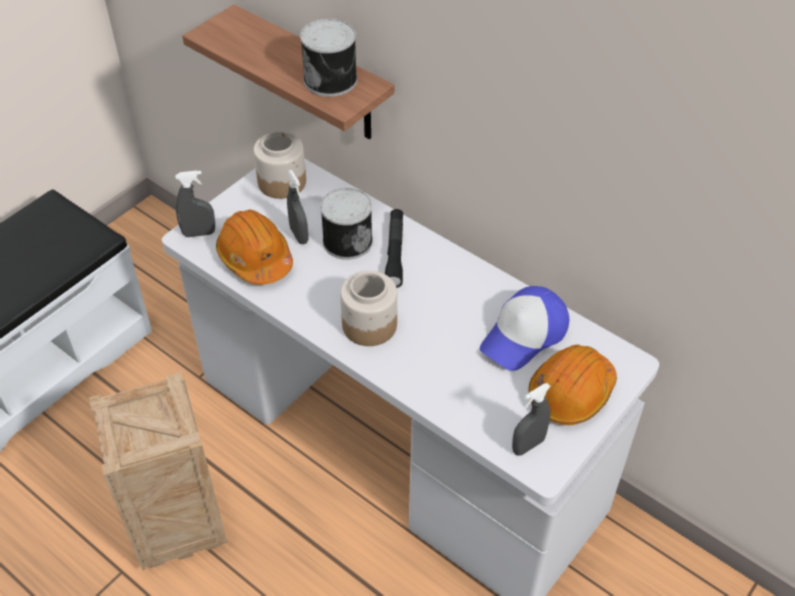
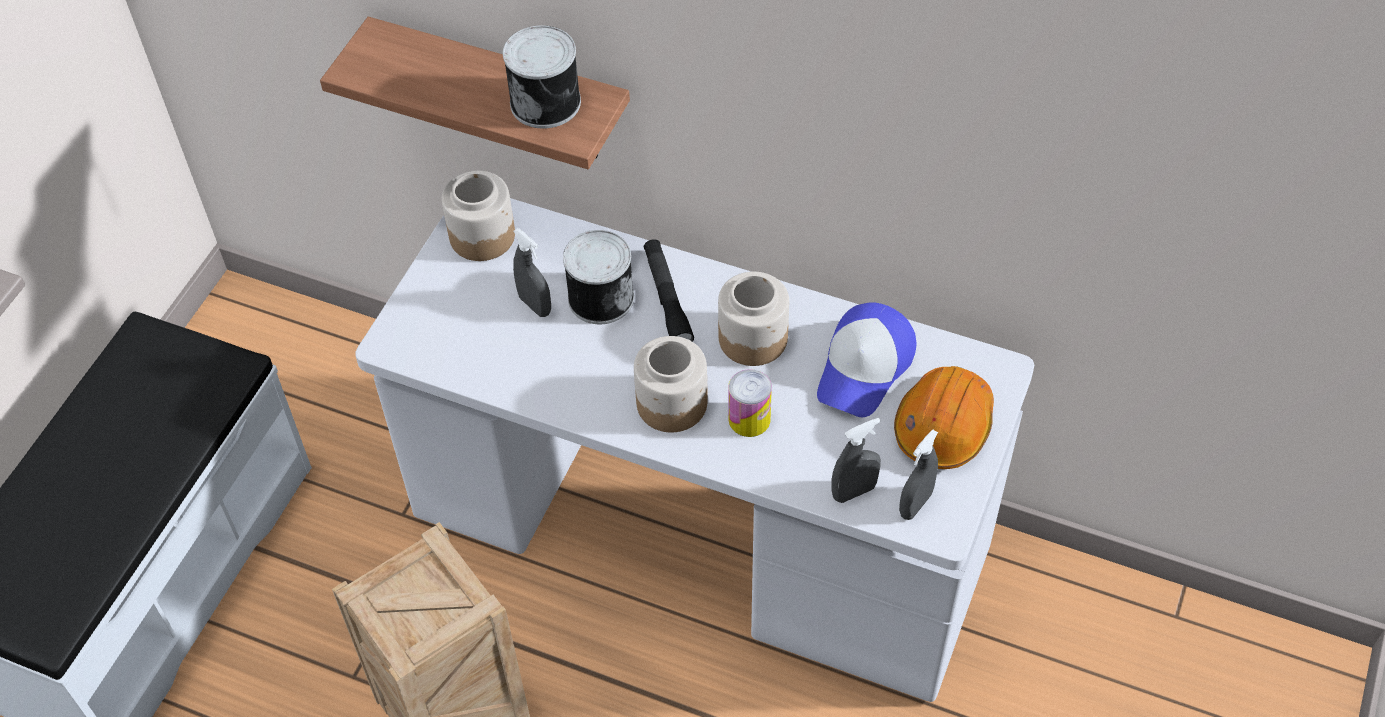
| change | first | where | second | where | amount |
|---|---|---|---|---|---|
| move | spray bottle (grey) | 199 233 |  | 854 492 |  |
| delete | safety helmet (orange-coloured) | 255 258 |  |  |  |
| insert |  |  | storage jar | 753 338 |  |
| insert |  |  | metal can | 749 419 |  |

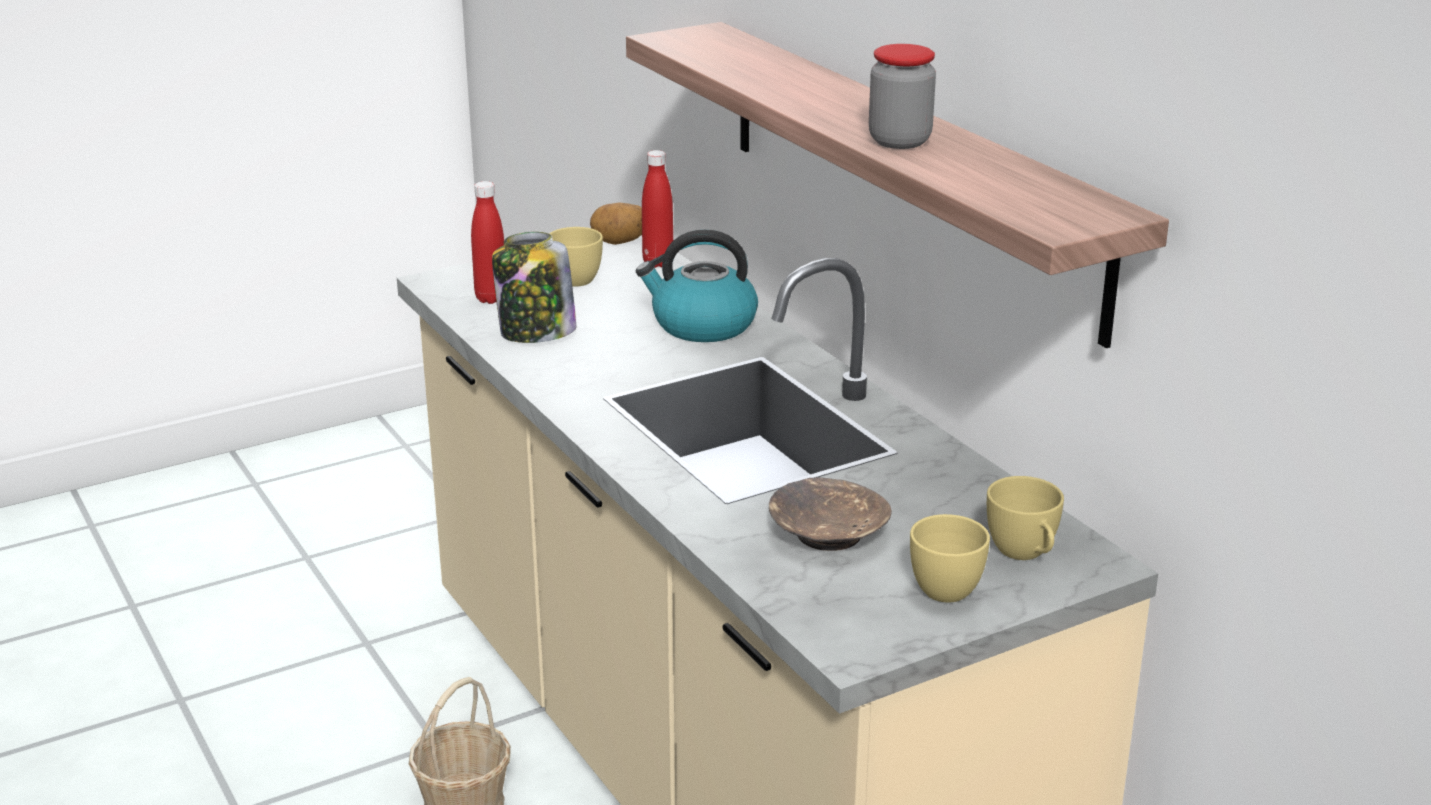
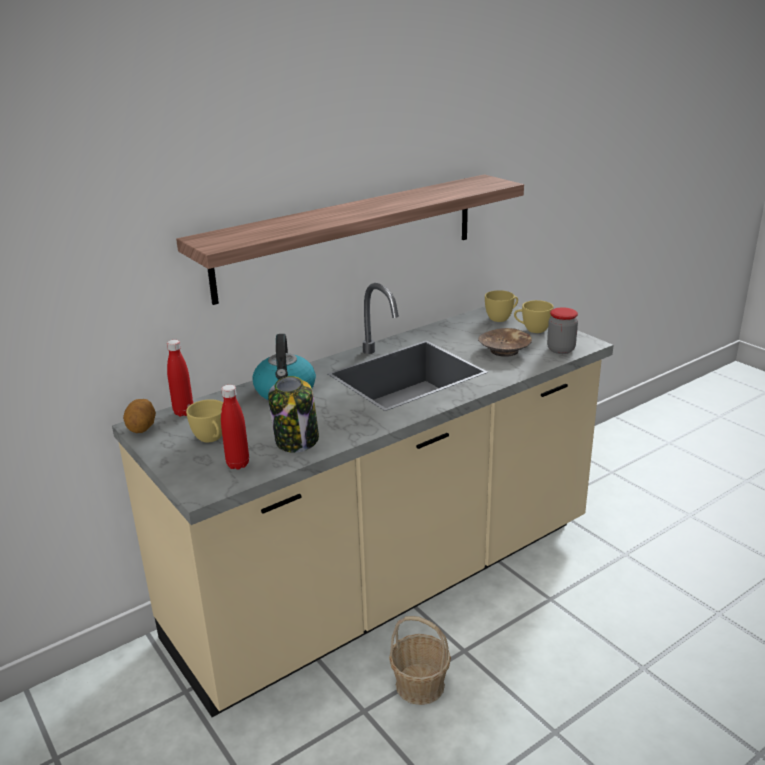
| change | first | where | second | where | amount |
|---|---|---|---|---|---|
| move | storage jar | 899 141 |  | 560 349 |  |

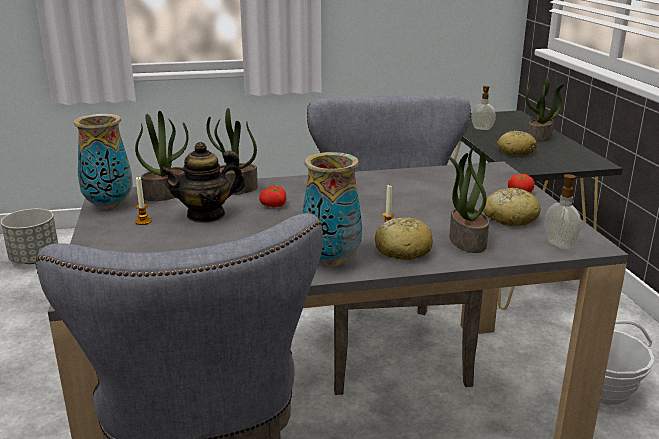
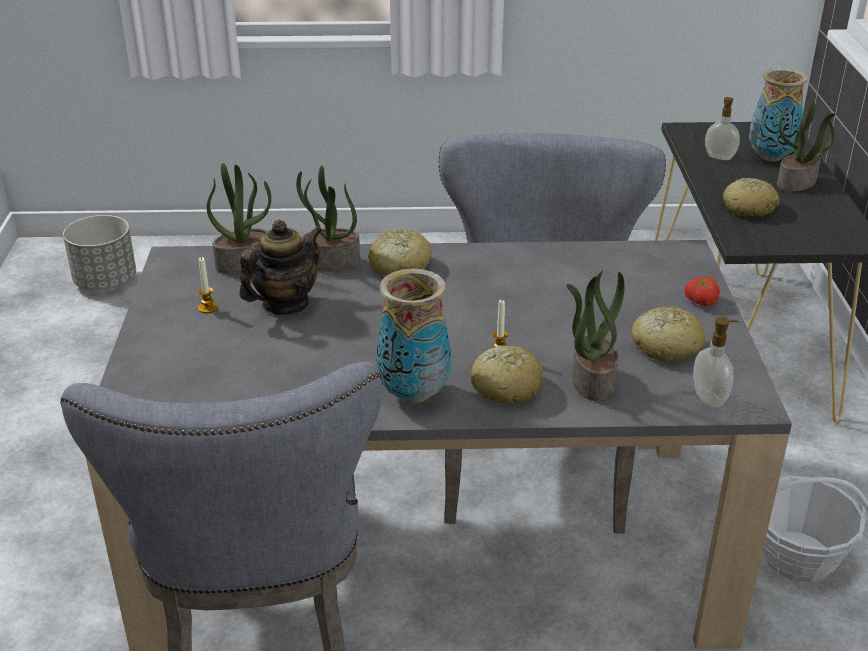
| change | first | where | second | where | amount |
|---|---|---|---|---|---|
| move | flower vase | 108 206 |  | 770 157 |  |
| rotate | tea pot | 206 215 |  | 285 304 | 150 degrees clockwise |
| delete | fresh tomato | 274 205 |  |  |  |
| insert |  |  | bakery bread | 400 265 |  |

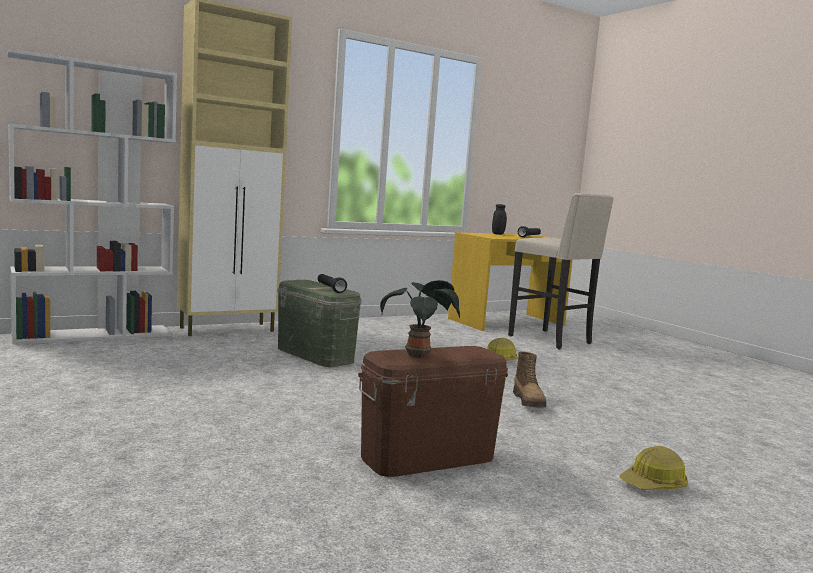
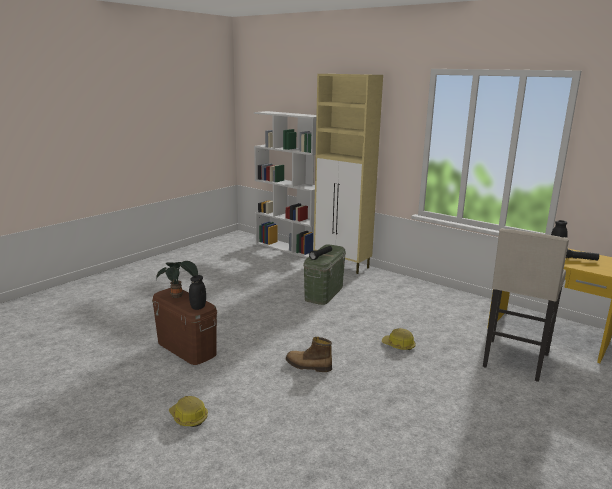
| change | first | where | second | where | amount |
|---|---|---|---|---|---|
| rotate | high-top boot | 529 401 |  | 308 366 | 45 degrees clockwise |
| insert |  |  | storage jar (blackish) | 198 307 |  |

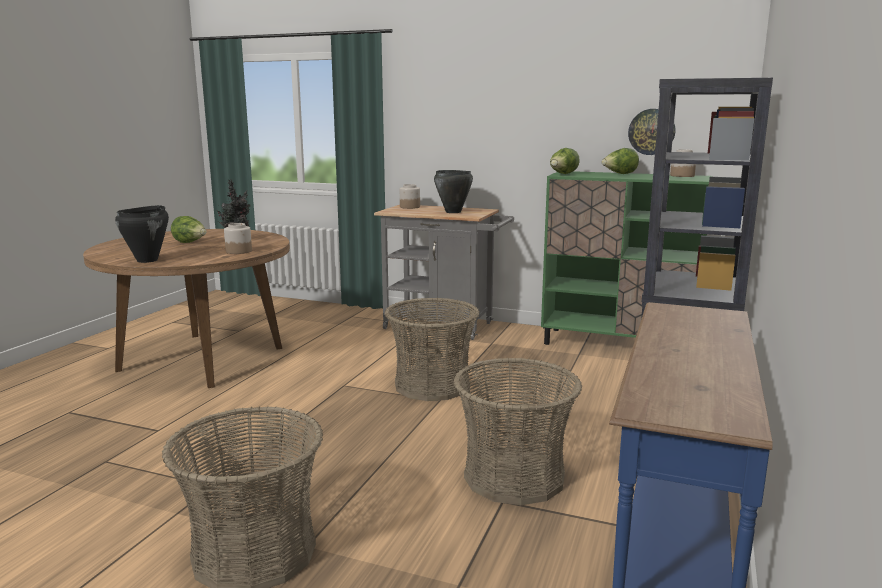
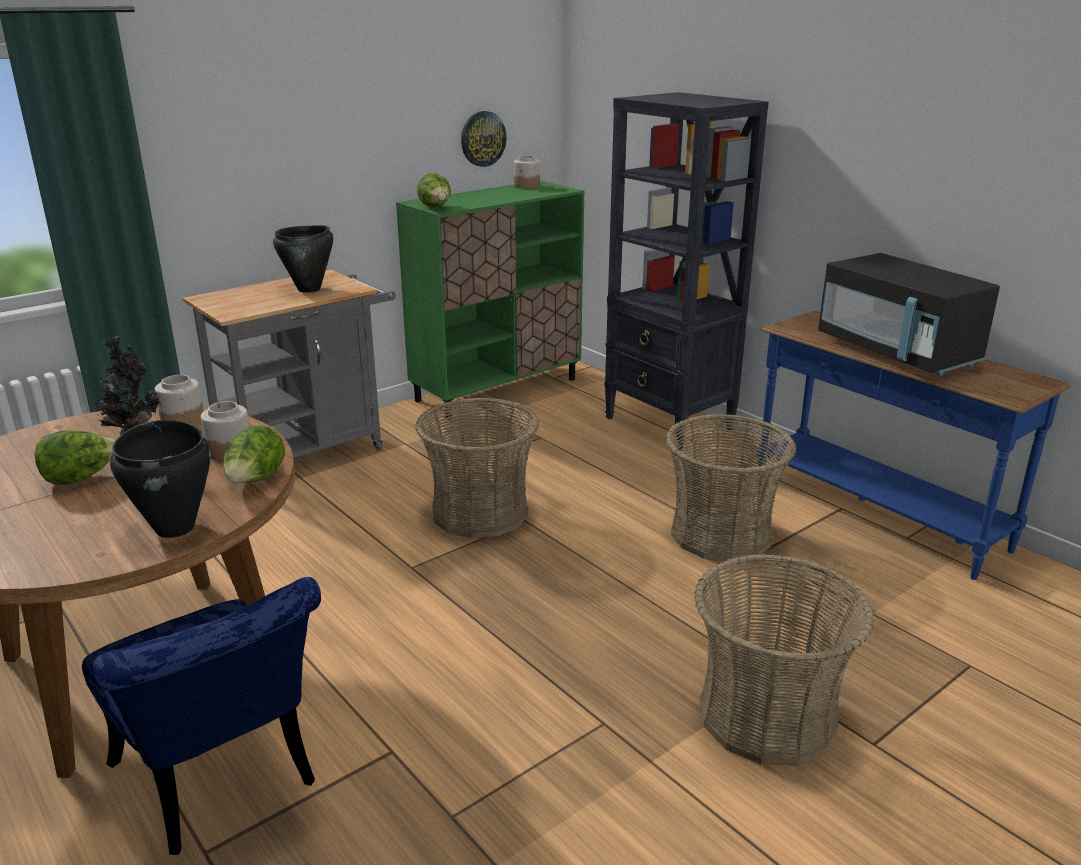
| change | first | where | second | where | amount |
|---|---|---|---|---|---|
| move | storage jar | 409 207 |  | 183 421 |  |
| move | lettuce head | 619 174 |  | 256 481 |  |
| insert |  |  | plain chair (blue-coloured) | 222 784 |  |
| insert |  |  | kitchen microwave (blackish) | 896 352 |  |

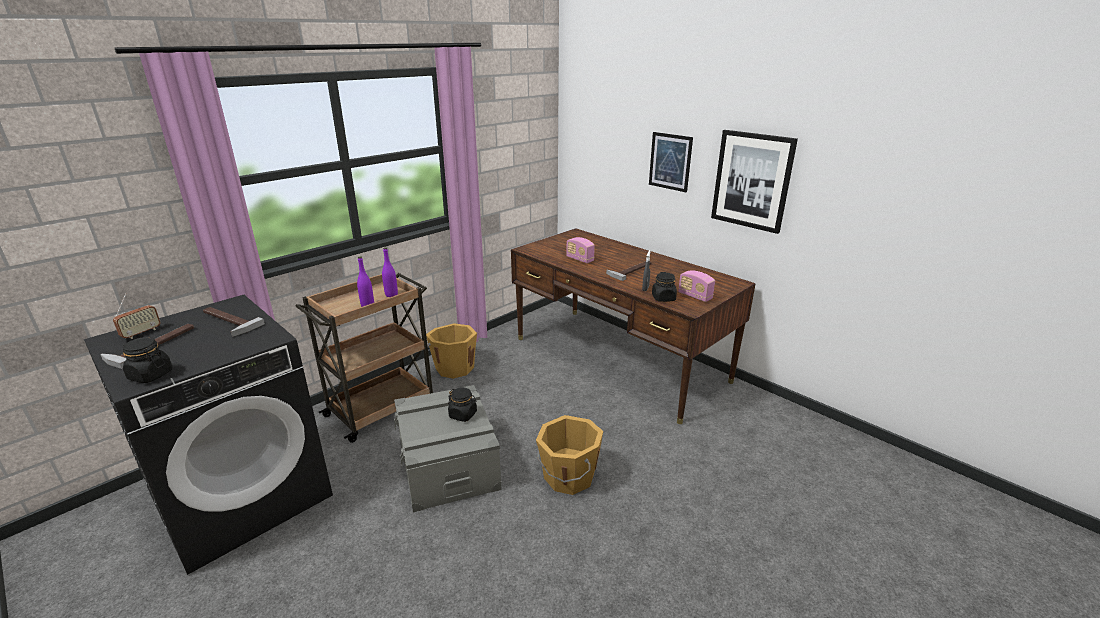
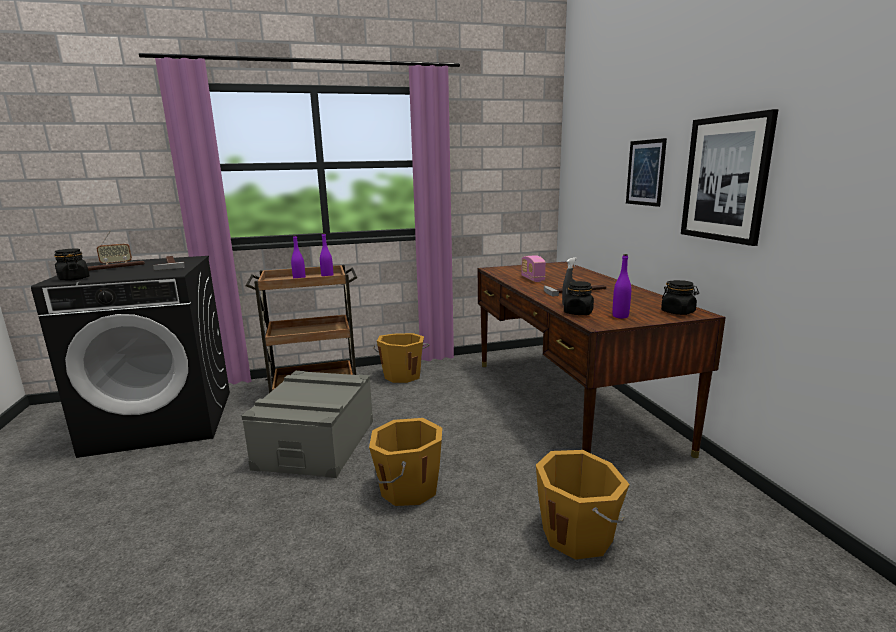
| change | first | where | second | where | amount |
|---|---|---|---|---|---|
| move | storage jar (blackish) | 463 415 |  | 678 312 |  |
| replace | radio set | 695 296 | bottle (purplish) | 620 316 |  |
| insert |  |  | water bucket (orange-coloured) | 578 534 |  |

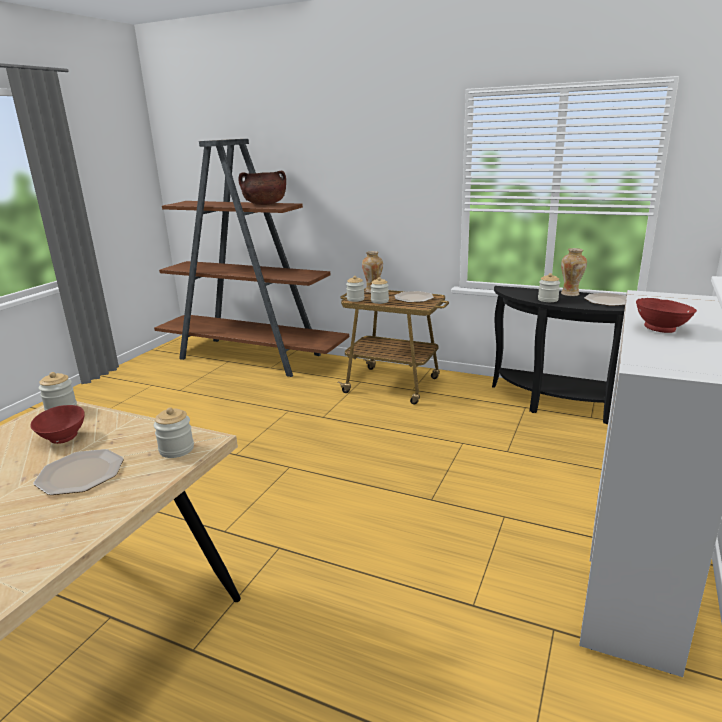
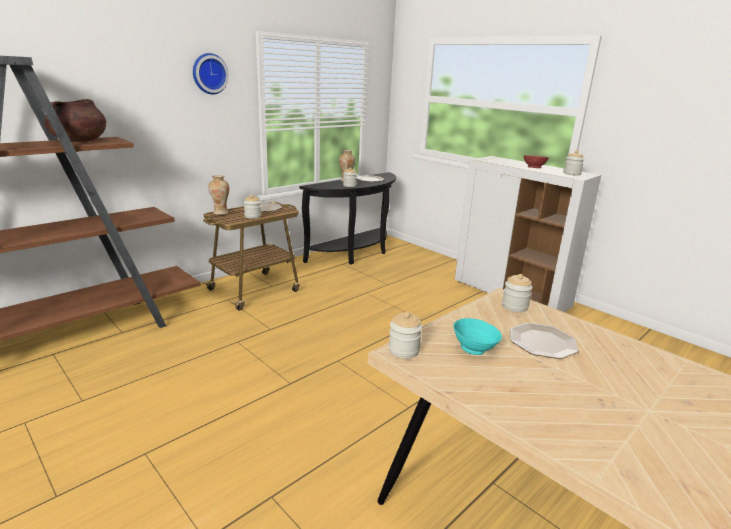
| change | first | where | second | where | amount |
|---|---|---|---|---|---|
| recolor | bowl (red) | 62 438 | bowl (blue-green) | 474 349 |  |
| move | storage jar | 355 299 |  | 571 174 |  |
| insert |  |  | hanging clock | 209 73 |  |

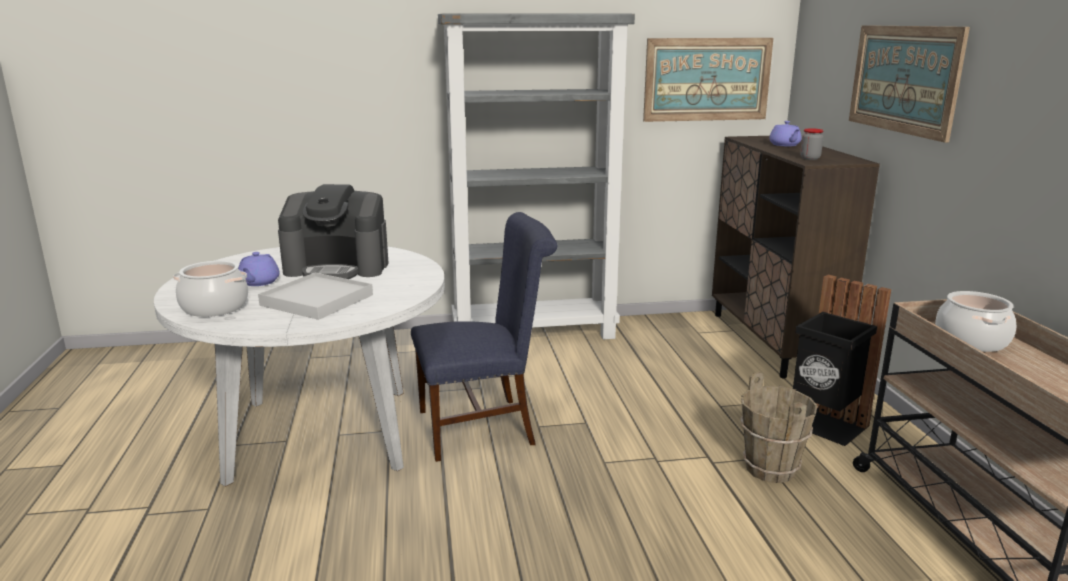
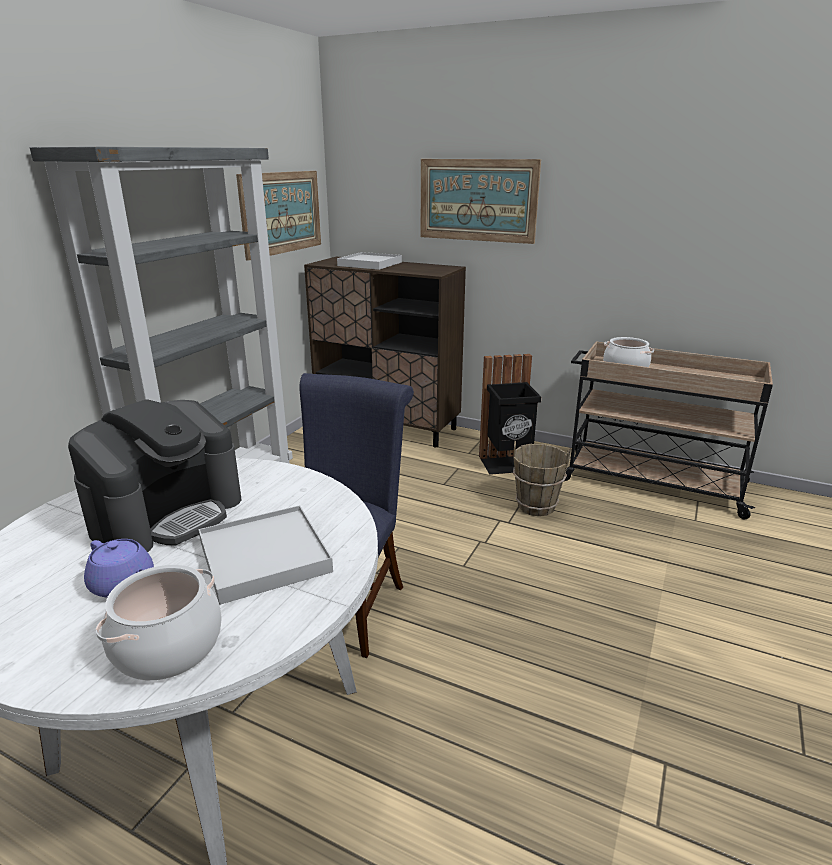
| change | first | where | second | where | amount |
|---|---|---|---|---|---|
| replace | tea pot (purplish) | 785 145 | serving tray (white-coloured) | 370 264 |  |
| delete | storage jar | 810 158 |  |  |  |

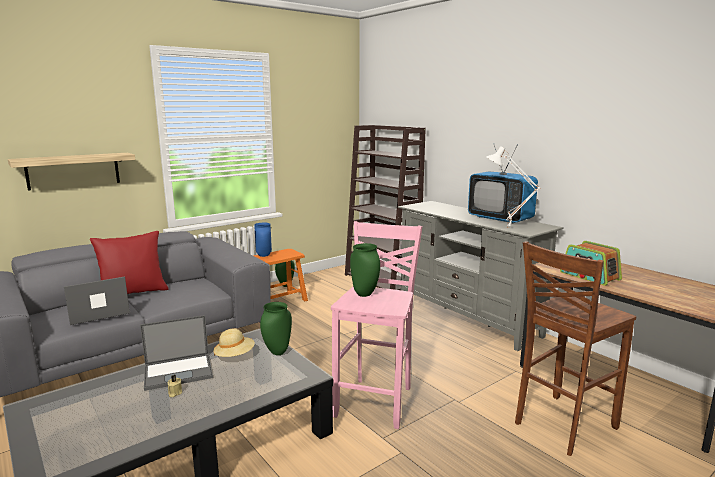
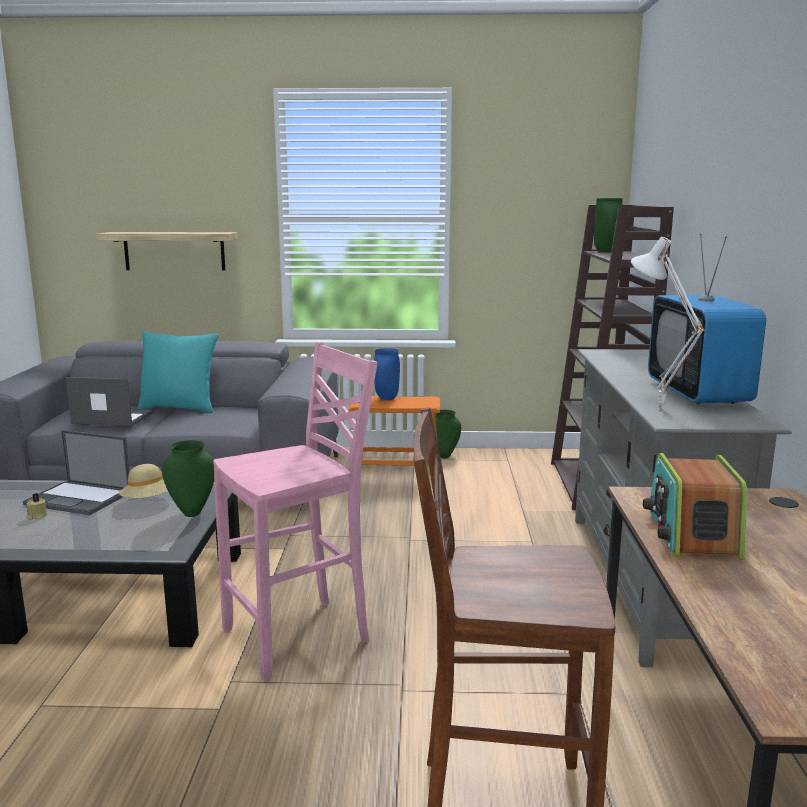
| change | first | where | second | where | amount |
|---|---|---|---|---|---|
| recolor | throw pillow (red) | 133 293 | throw pillow (blue-green) | 179 408 |  |
| move | flower vase (green) | 364 294 |  | 605 251 |  |

